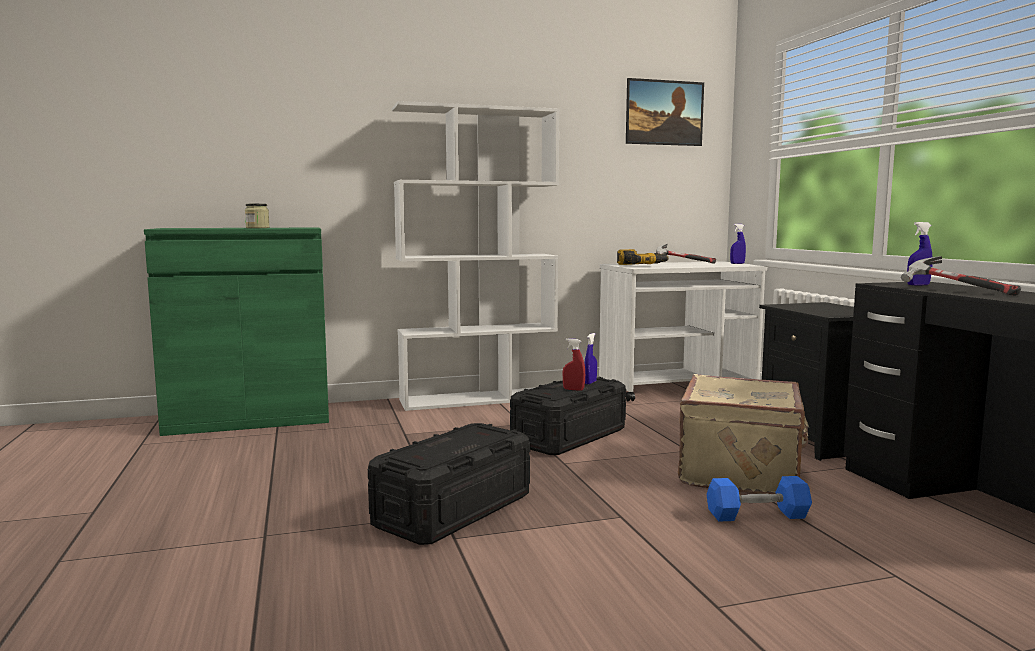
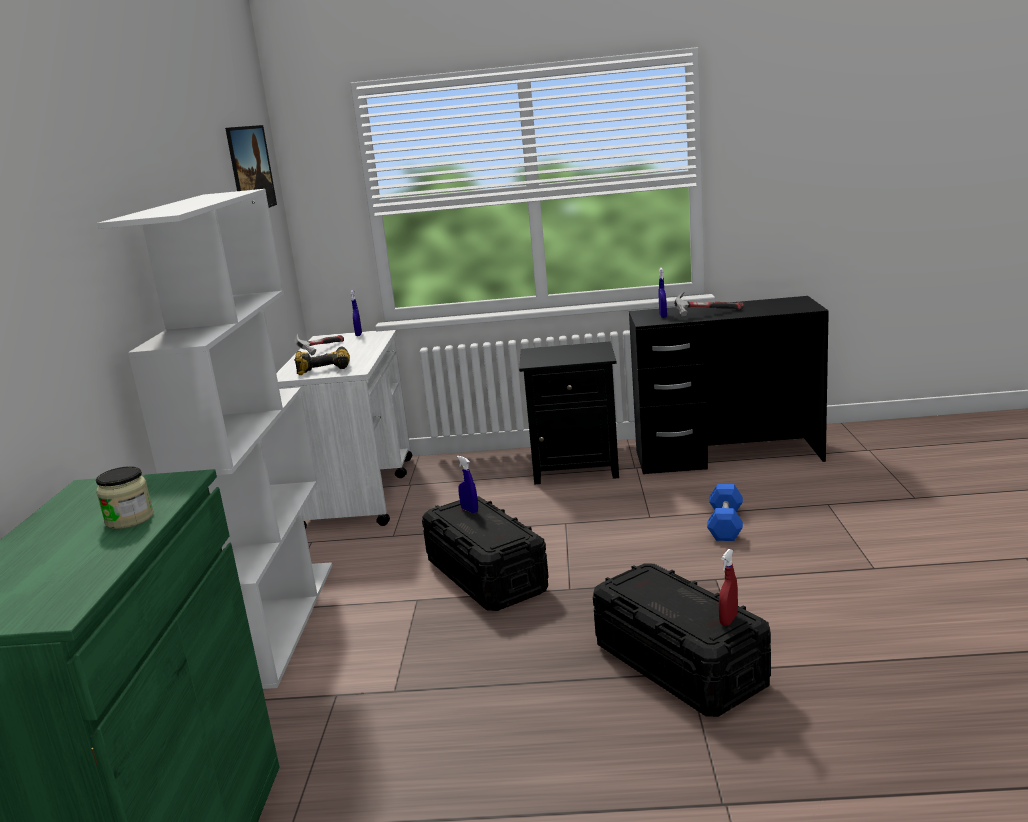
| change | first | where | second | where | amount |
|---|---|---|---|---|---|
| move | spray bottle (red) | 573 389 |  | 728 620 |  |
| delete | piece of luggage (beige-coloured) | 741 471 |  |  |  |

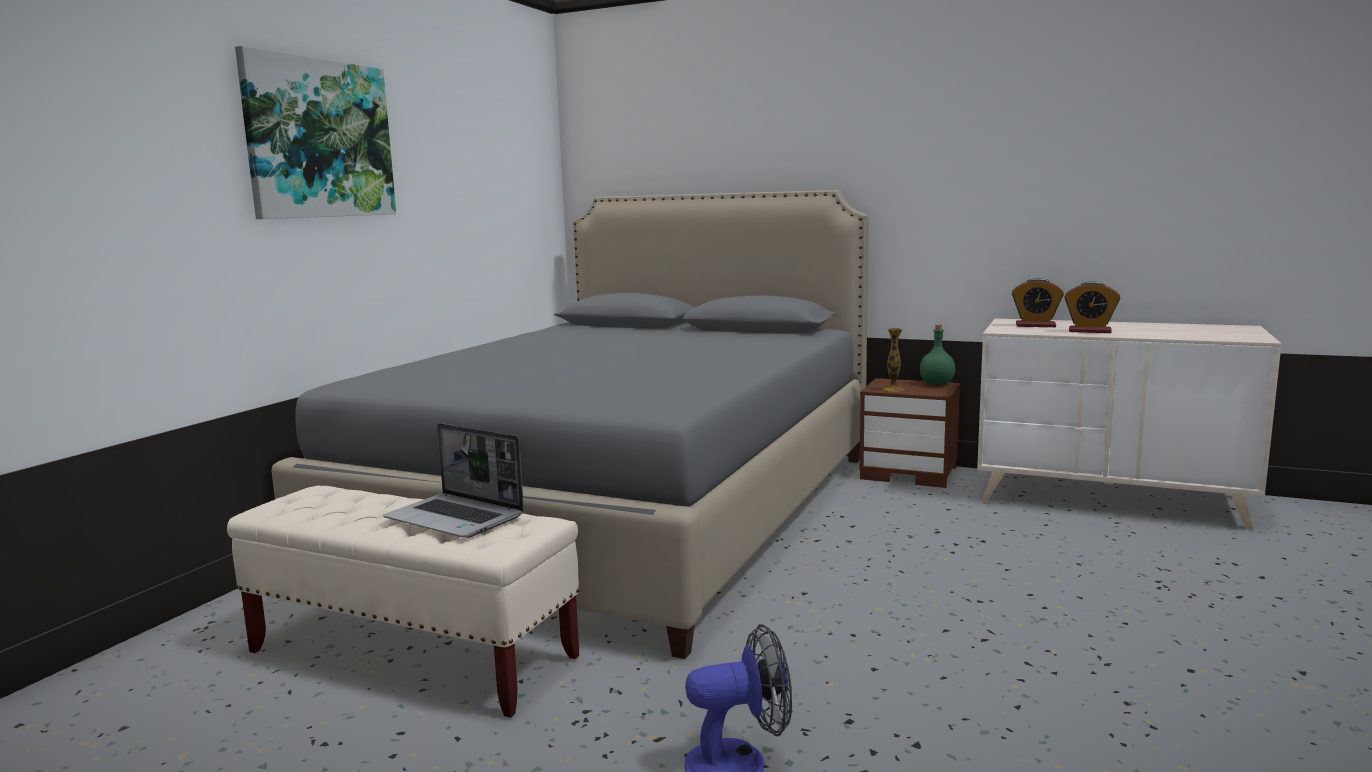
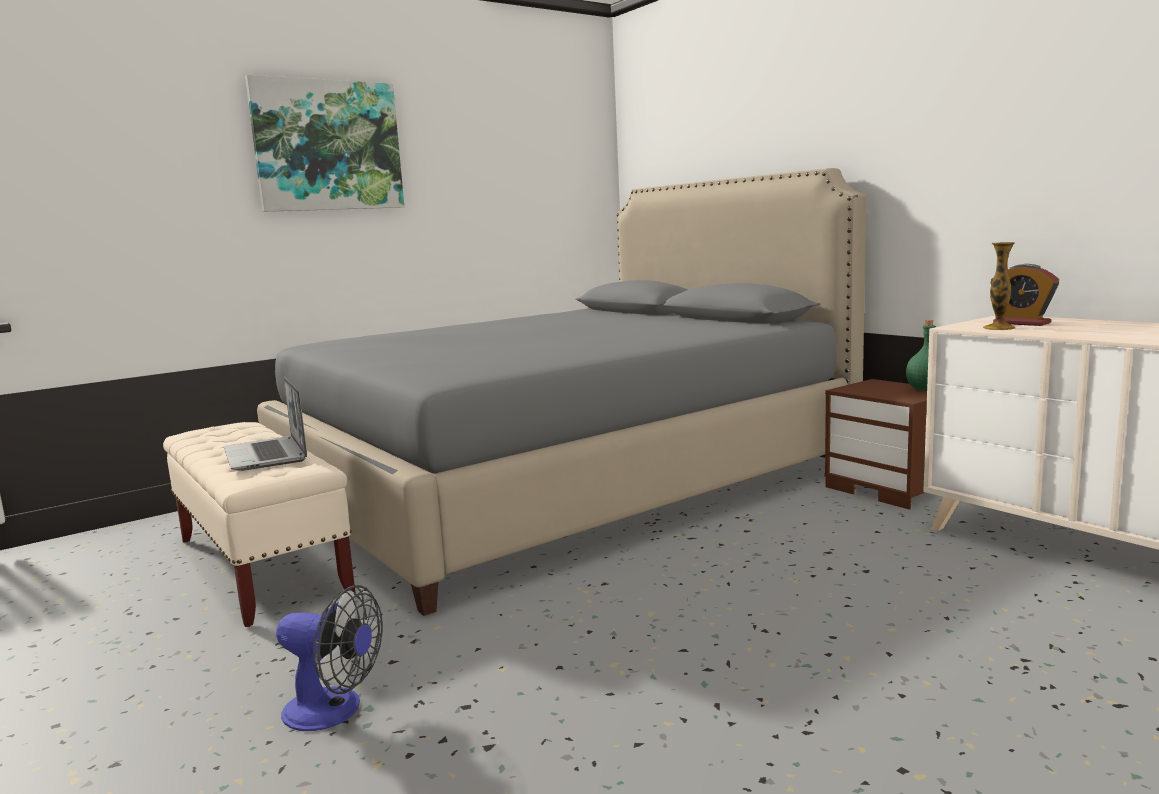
| change | first | where | second | where | amount |
|---|---|---|---|---|---|
| move | flower vase | 893 389 |  | 998 328 |  |
| delete | table clock | 1089 331 |  |  |  |

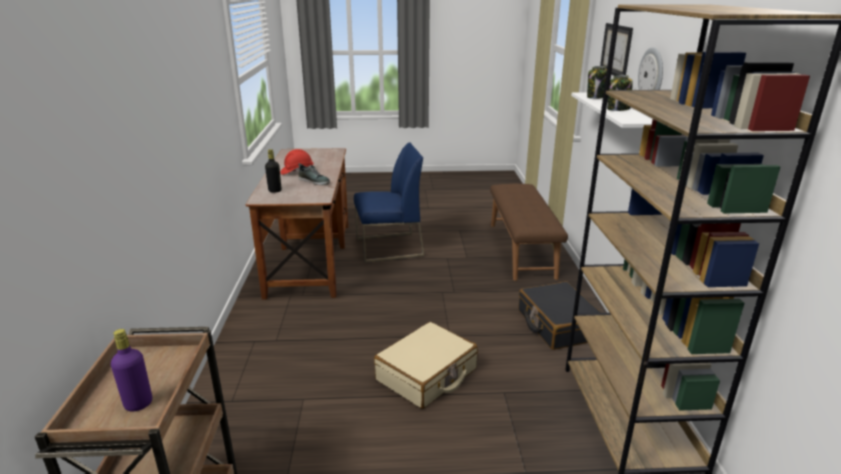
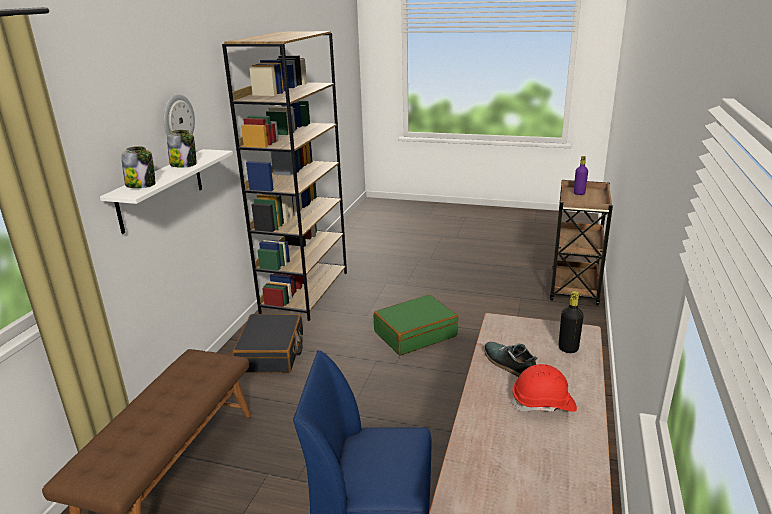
| change | first | where | second | where | amount |
|---|---|---|---|---|---|
| recolor | piece of luggage (beige-coloured) | 427 375 | piece of luggage (green) | 415 334 |  |
| delete | wall art | 616 50 |  |  |  |

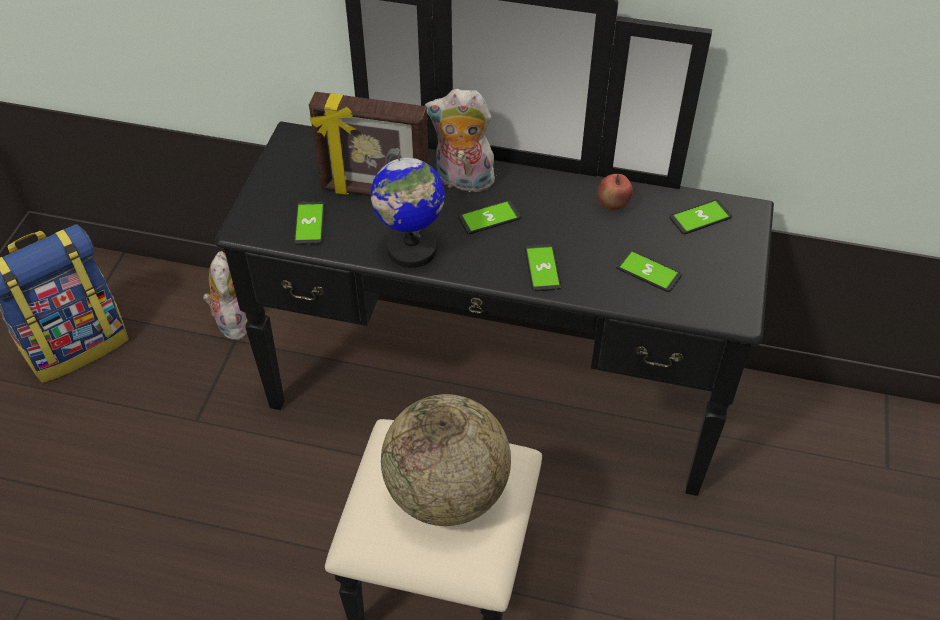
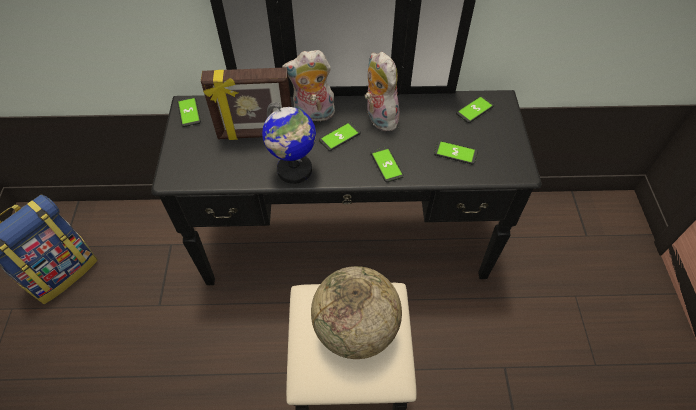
| change | first | where | second | where | amount |
|---|---|---|---|---|---|
| move | cuddly toy | 232 321 |  | 378 117 |  |
| move | telephone | 309 224 |  | 189 112 |  |
| delete | apple fruit | 612 206 |  |  |  |

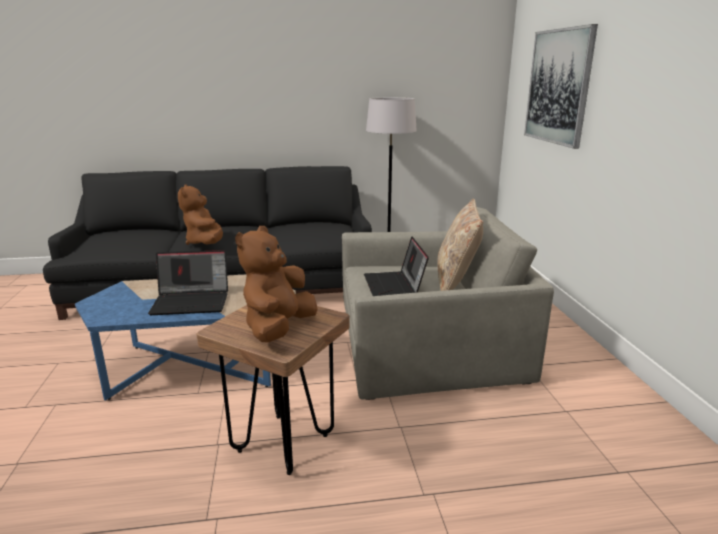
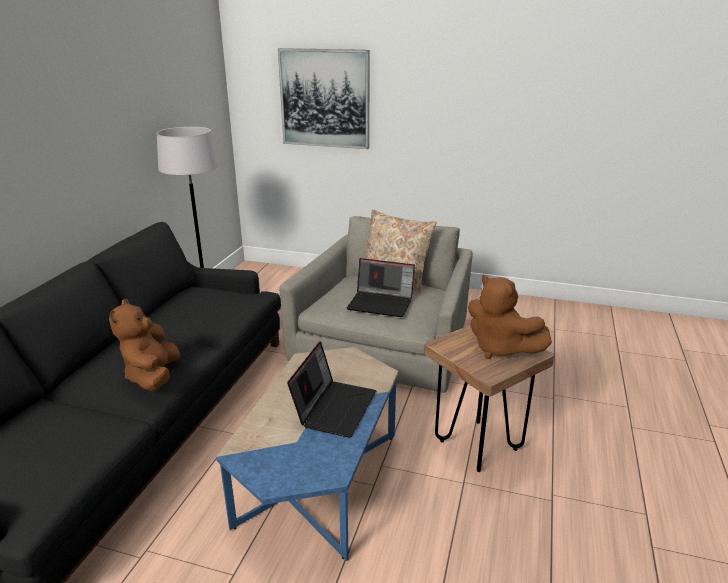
| change | first | where | second | where | amount |
|---|---|---|---|---|---|
| rotate | cuddly toy (brown-coloured) | 205 243 |  | 153 377 | 75 degrees clockwise |

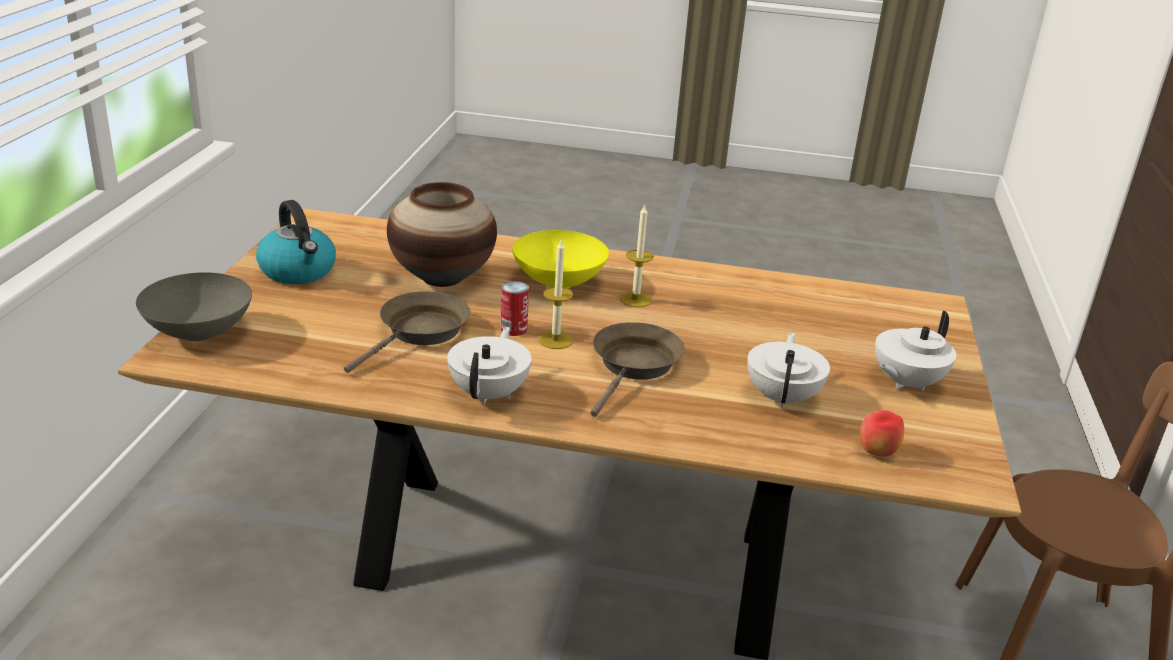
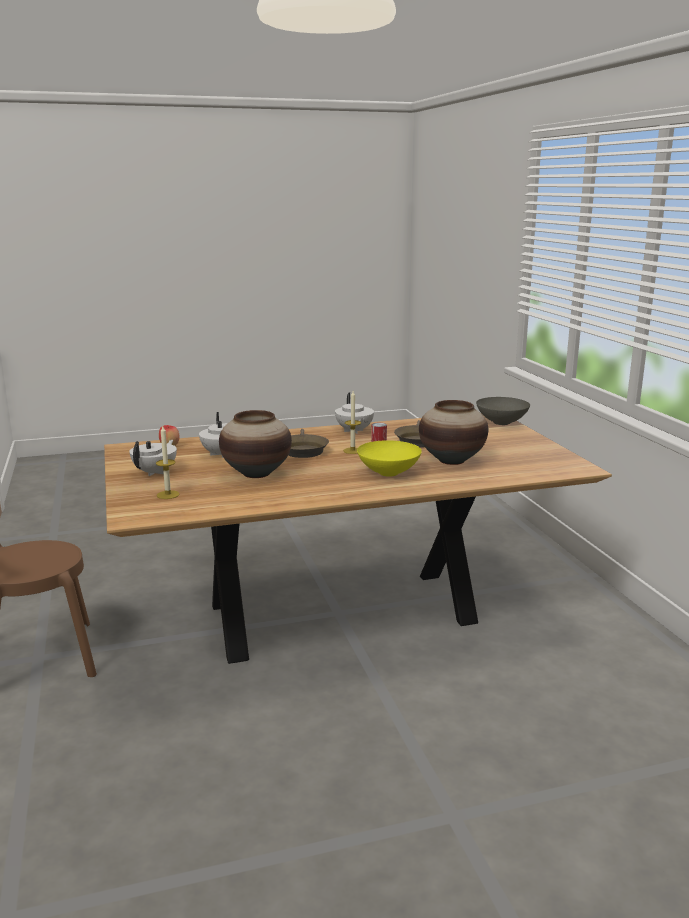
| change | first | where | second | where | amount |
|---|---|---|---|---|---|
| delete | kettle | 298 271 |  |  |  |
| move | wax candle | 635 299 |  | 168 495 |  |
| insert |  |  | flower vase | 256 473 |  |

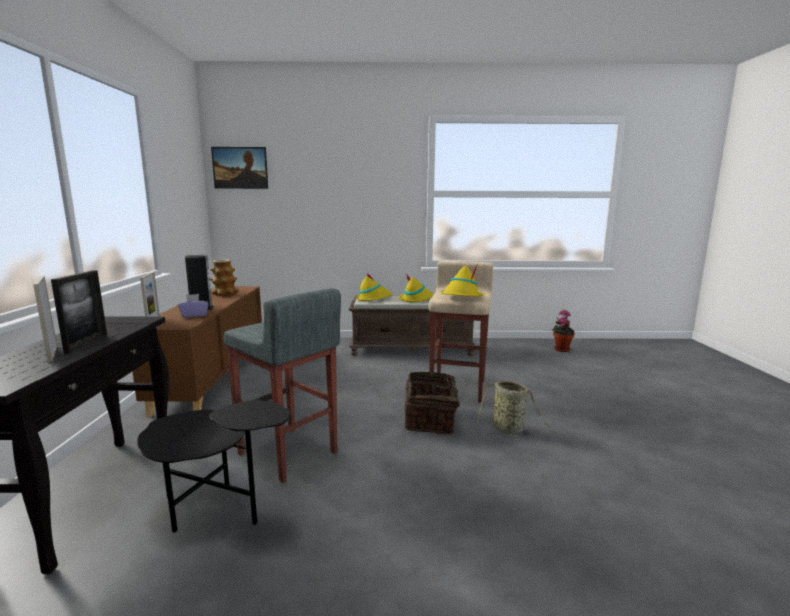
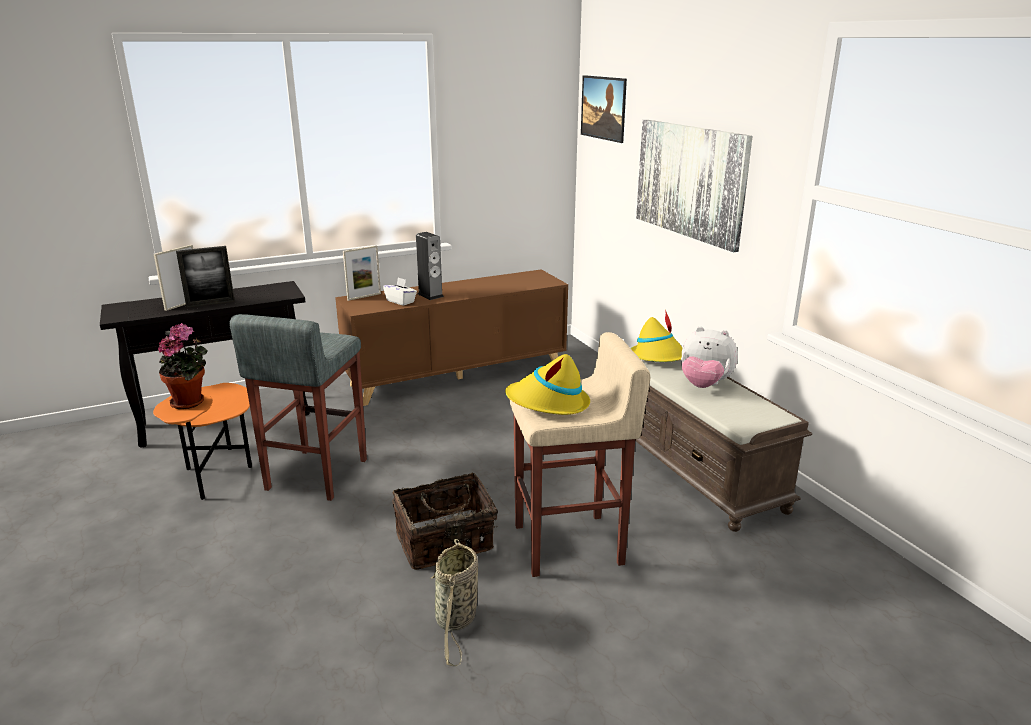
| change | first | where | second | where | amount |
|---|---|---|---|---|---|
| recolor | accent table (blackish) | 216 511 | accent table (orange-coloured) | 216 475 |  |
| recolor | box of tissues (purplish) | 194 315 | box of tissues (white-coloured) | 401 301 |  |
| delete | flower vase | 225 294 |  |  |  |
| replace | clothing hat (yellow-coloured) | 416 299 | cuddly toy | 704 385 |  |
| move | potted plant | 561 349 |  | 191 402 |  |
| insert |  |  | wall art | 690 181 |  |

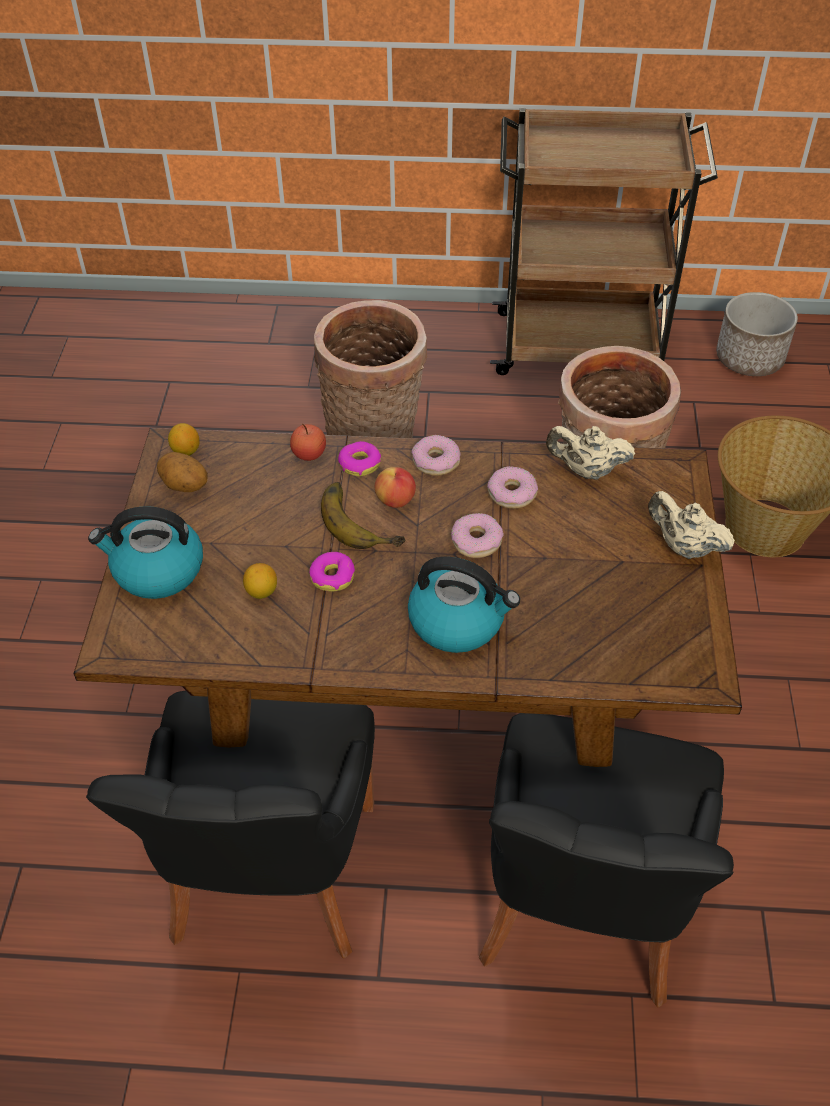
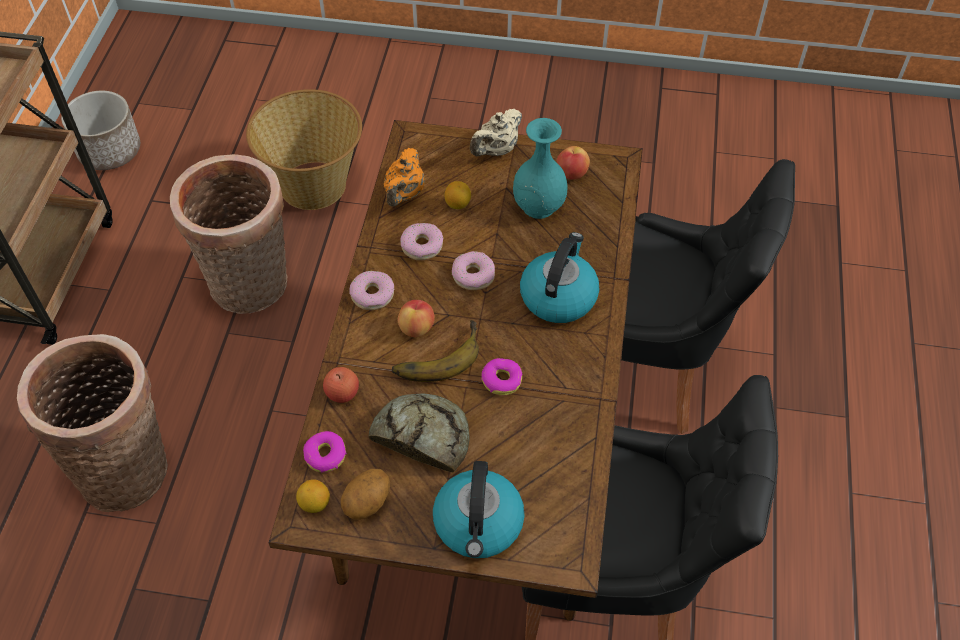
| change | first | where | second | where | amount |
|---|---|---|---|---|---|
| move | lemon | 262 592 |  | 458 204 |  |
| move | doughnut | 359 464 |  | 325 455 |  |
| recolor | tea pot (beige-coloured) | 587 471 | tea pot (orange-coloured) | 404 194 |  |
| insert |  |  | bakery bread | 422 435 |  |
| insert |  |  | flower vase (blue-green) | 538 206 |  |
| insert |  |  | apple fruit | 571 174 |  |

